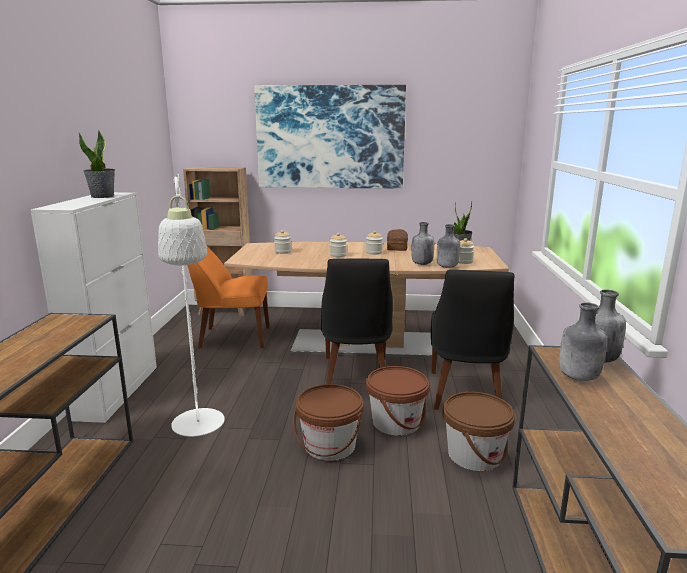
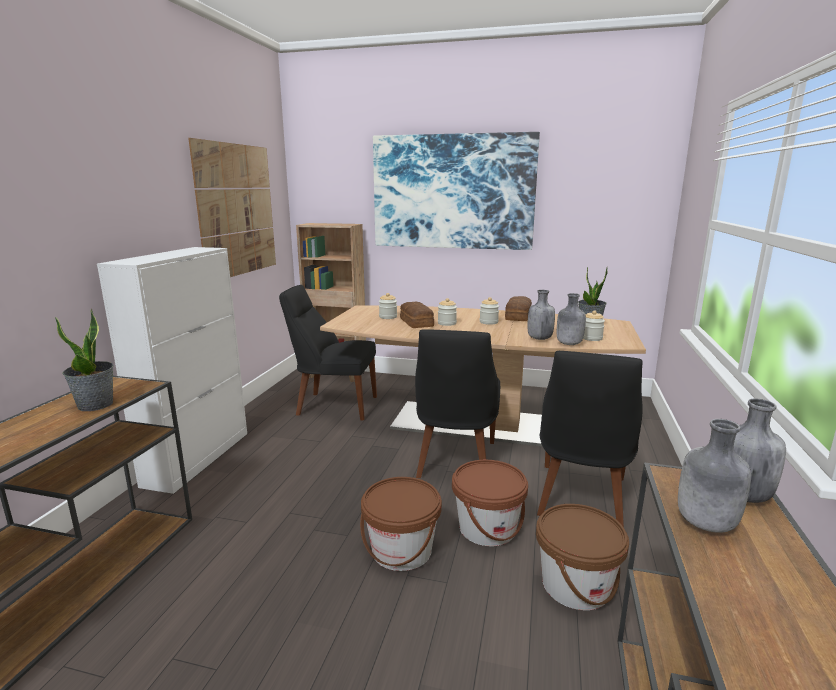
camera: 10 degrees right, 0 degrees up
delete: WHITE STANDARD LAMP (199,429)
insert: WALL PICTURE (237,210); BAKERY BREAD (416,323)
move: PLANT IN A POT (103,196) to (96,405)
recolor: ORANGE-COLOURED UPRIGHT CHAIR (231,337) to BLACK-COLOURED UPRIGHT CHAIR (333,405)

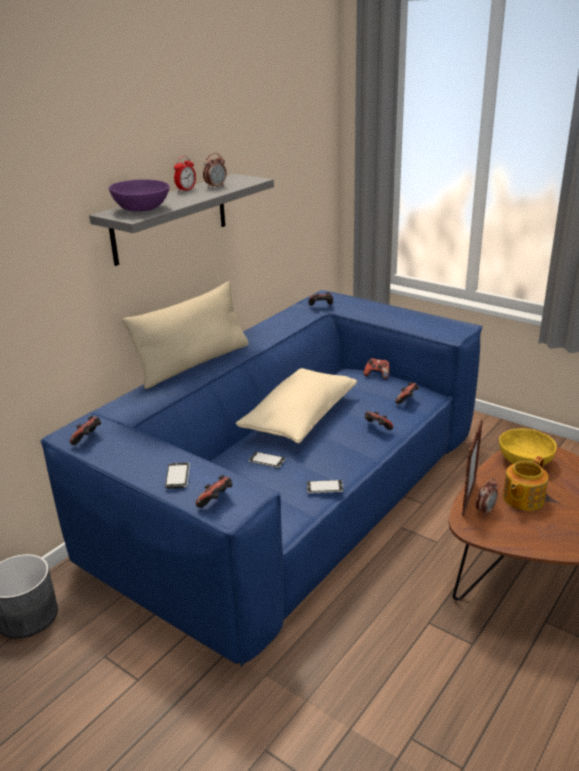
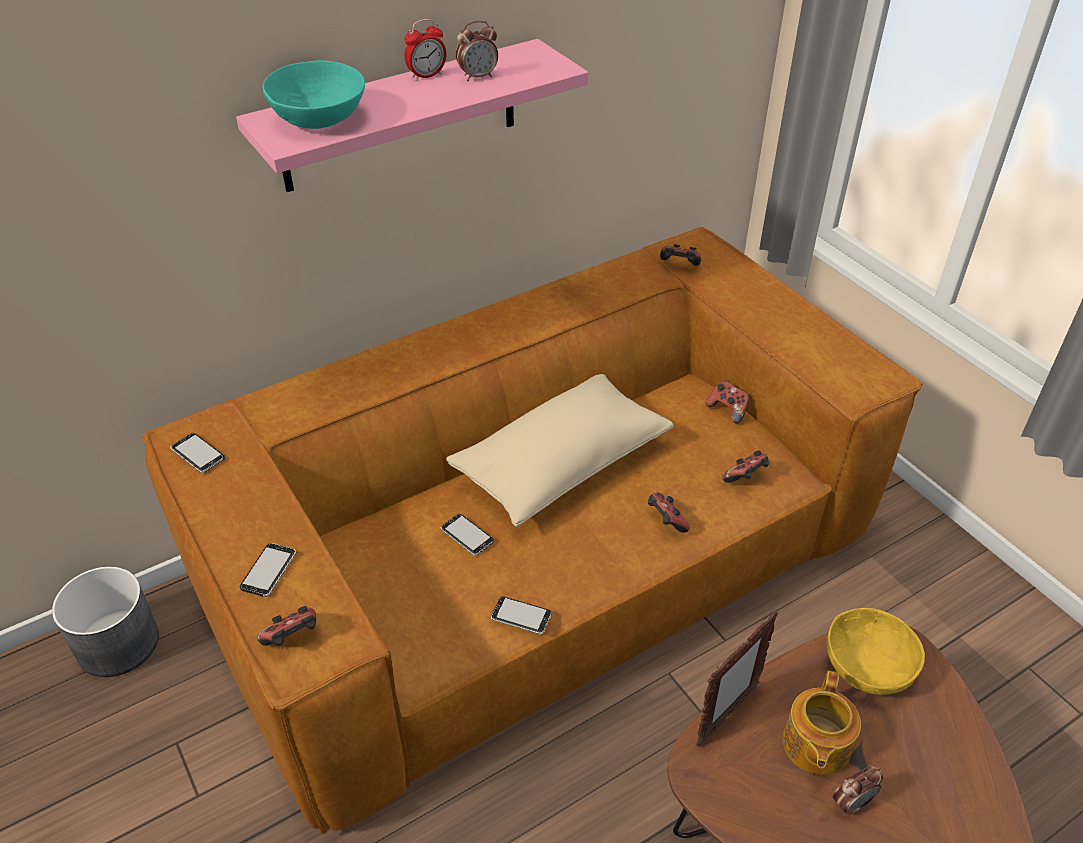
camera: 20 degrees right, 15 degrees up
delete: SAND-COLOURED PILLOW (194,363)
move: ALARM CLOCK (485,510) to (851,803)
replace: GAME CONTROLLER (88,439) to TELEPHONE (198,454)
recolor: BLUE-COLOURED COUCH (293,495) to BROWNISH COUCH (542,560); GRAY SHELF (170,218) to PINK SHELF (400,116); PURPLE-COLOURED BOWL (142,209) to TURQUOISE-COLOURED BOWL (320,119)
rotate: POT FOR TEA (522,499) = (815,745) 45 degrees counterclockwise

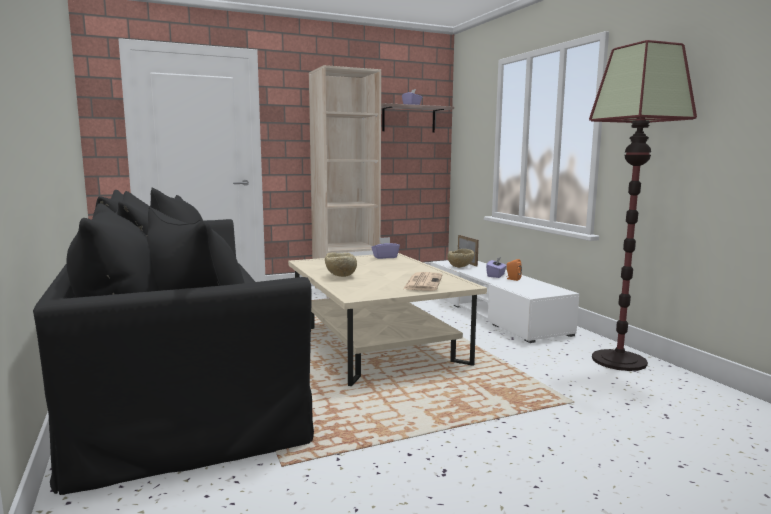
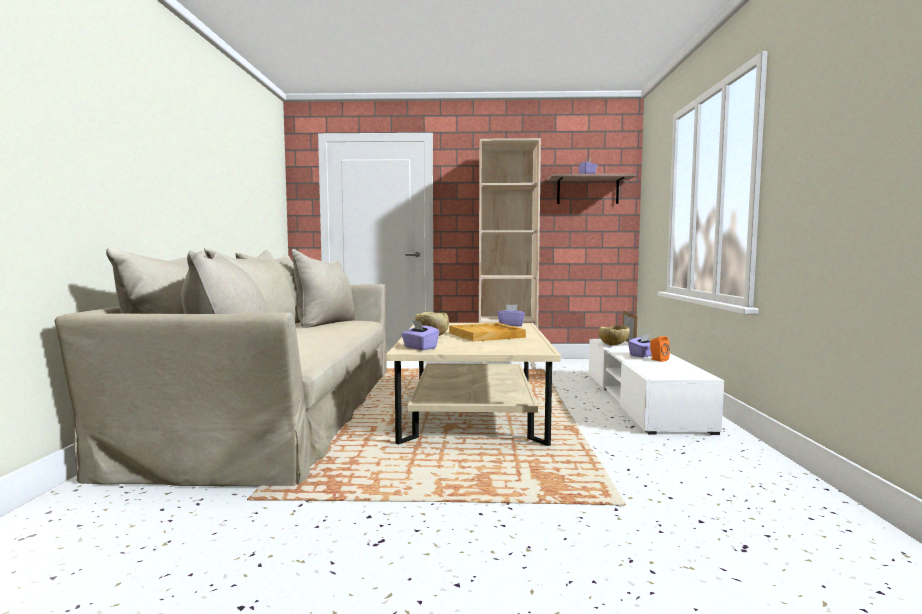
camera: 25 degrees right, 5 degrees down
delete: PRINTED PAPER (423,282); STANDARD LAMP (619,361)
insert: PURPLE-COLOURED TISSUE HOLDER (419,348); SAND-COLOURED TRAY (487,335)
recolor: BLACK-COLOURED COUCH (181,370) to SAND-COLOURED COUCH (282,409)

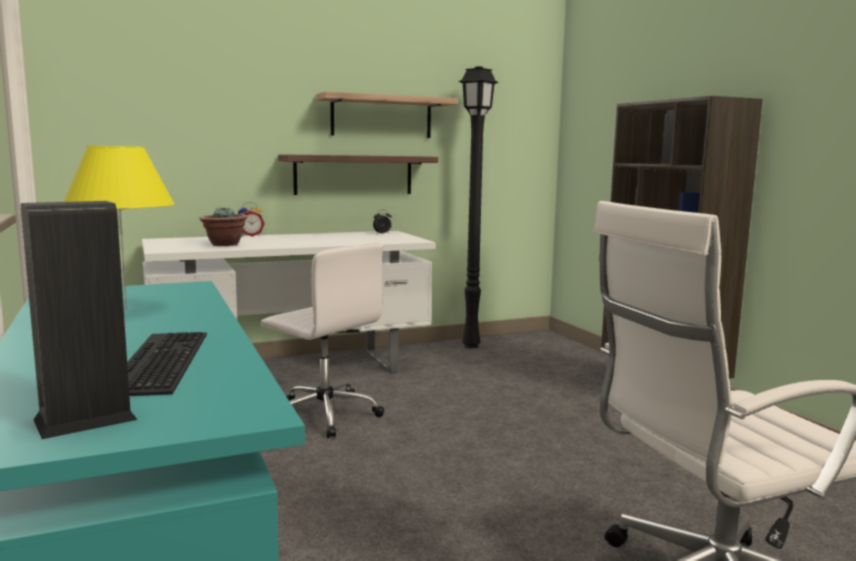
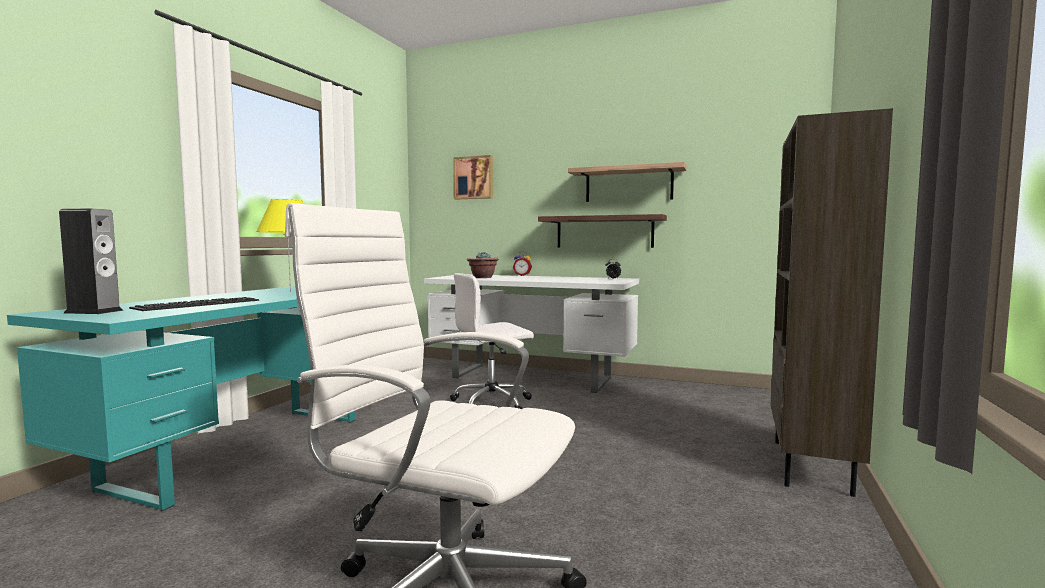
camera: 45 degrees right, 5 degrees down
delete: BLACK-COLOURED STANDARD LAMP (470,345)
insert: WALL PICTURE (474,178)
rotate: WHITE COMPUTER CHAIR (323,415) = (493,403) 75 degrees clockwise

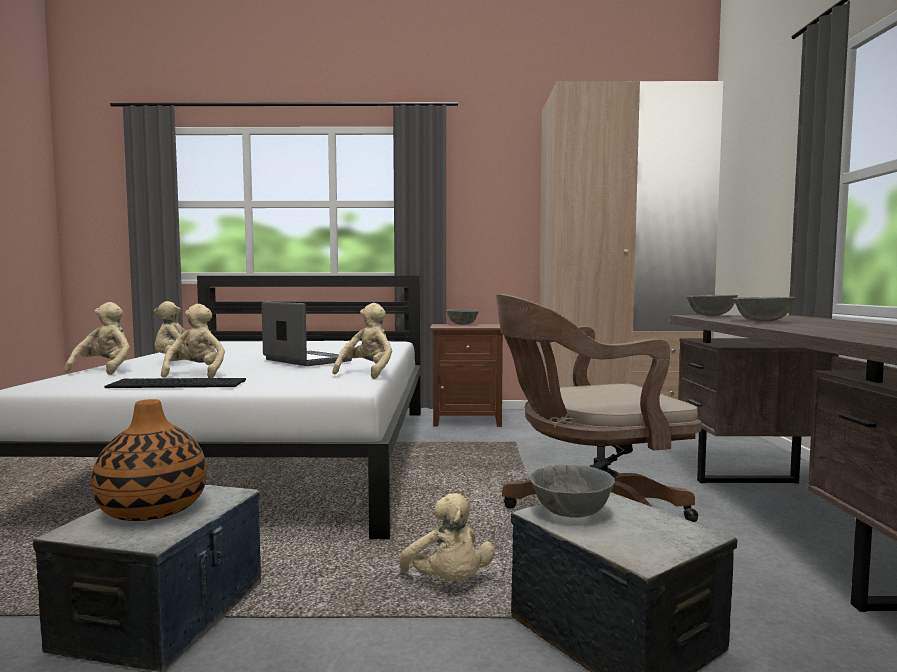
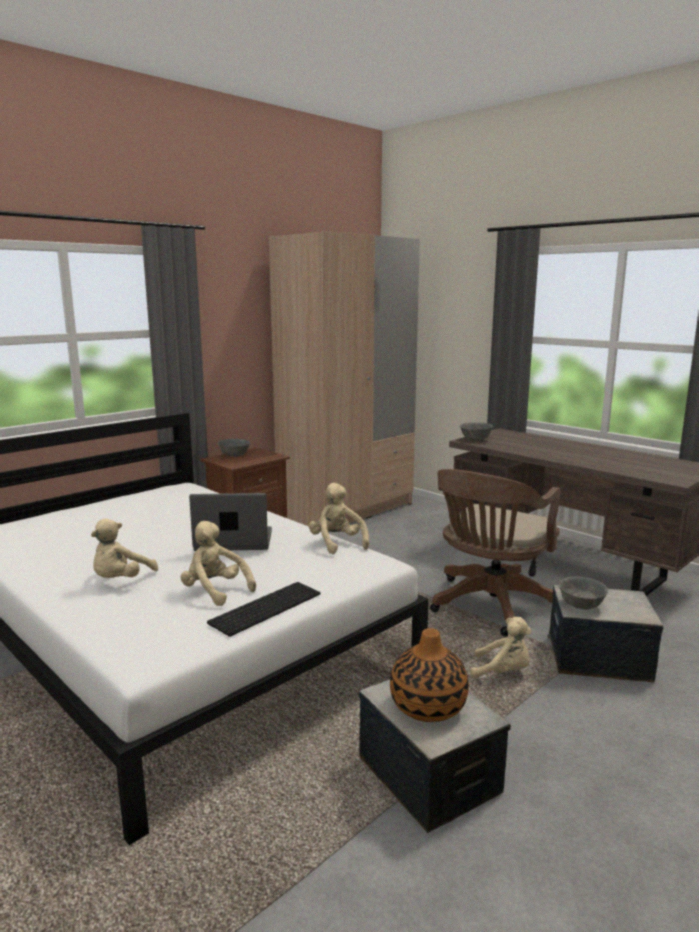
camera: 45 degrees left, 10 degrees up
delete: SAND-COLOURED CUDDLY TOY (105,370); GRAY BOWL (762,321)

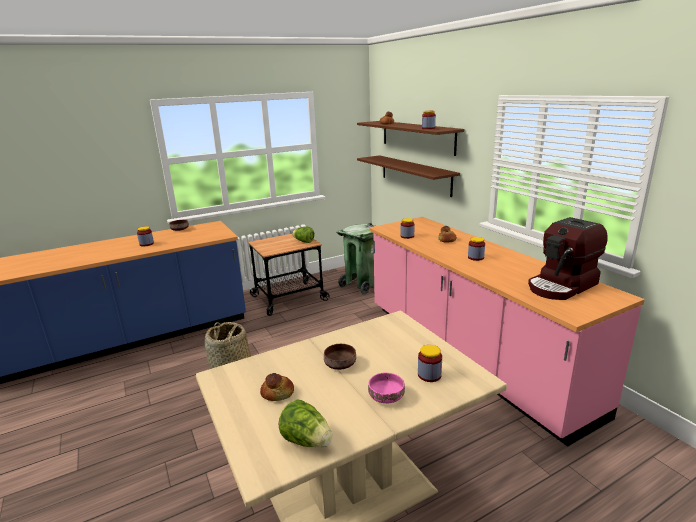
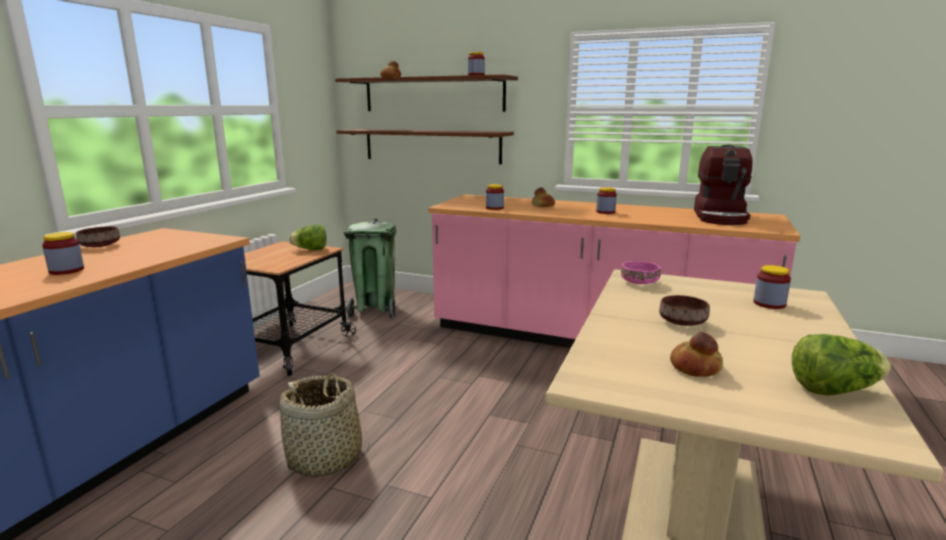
camera: 40 degrees left, 5 degrees down
move: PINK BOWL (386,396) to (639,282)

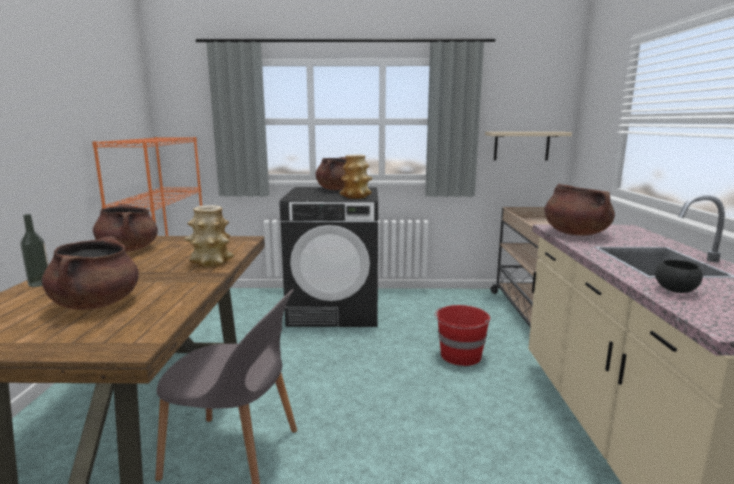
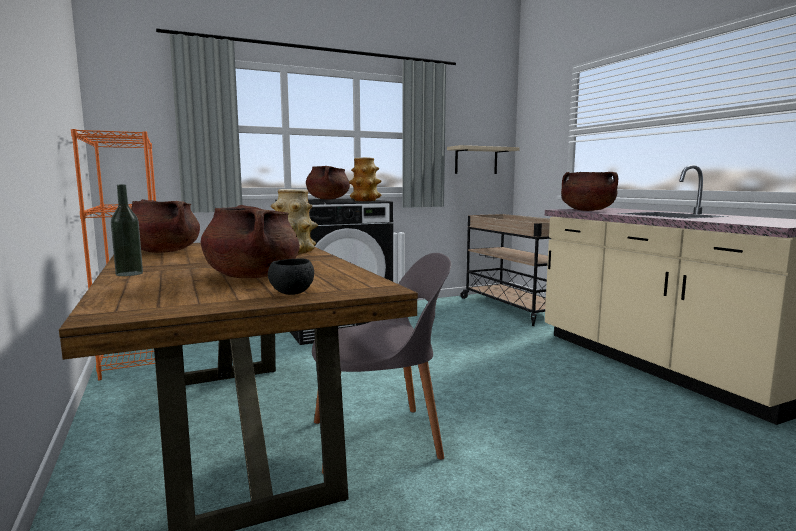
camera: 25 degrees left, 5 degrees down
delete: REDDISH BUCKET (460,356)
move: BLACK-COLOURED BOWL (675,290) to (291,293)

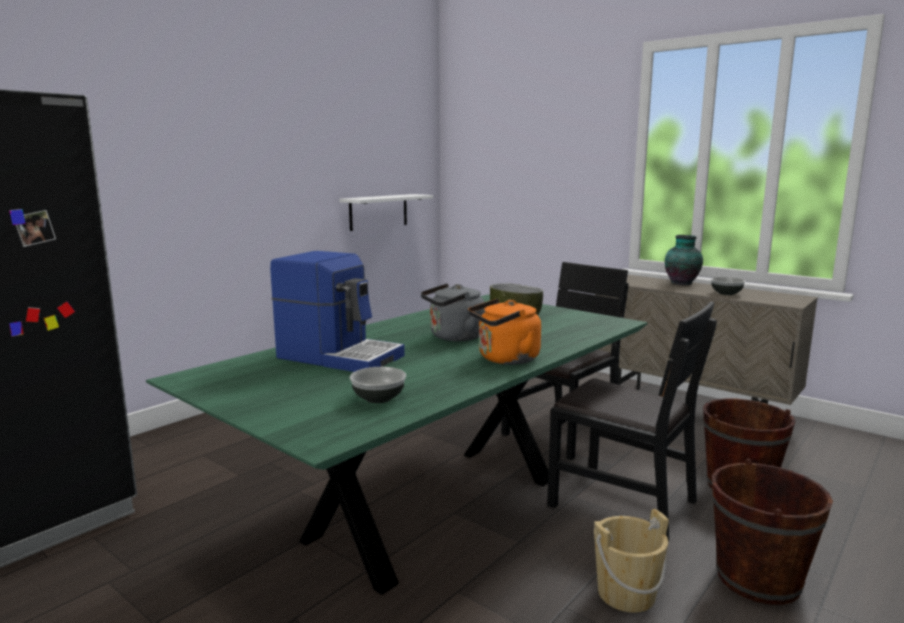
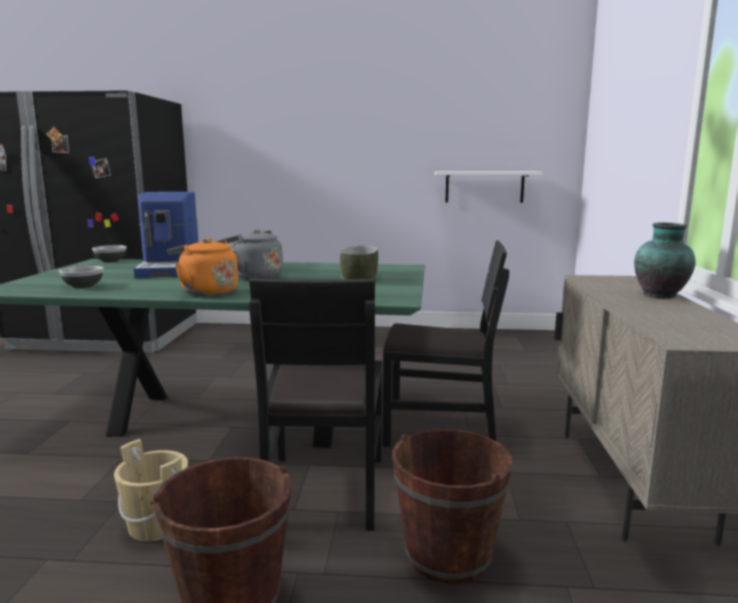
camera: 55 degrees right, 0 degrees up
move: BOWL (727,293) to (110,261)

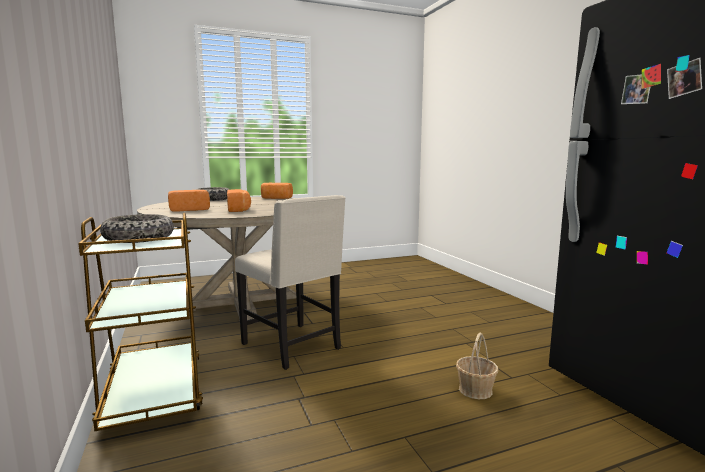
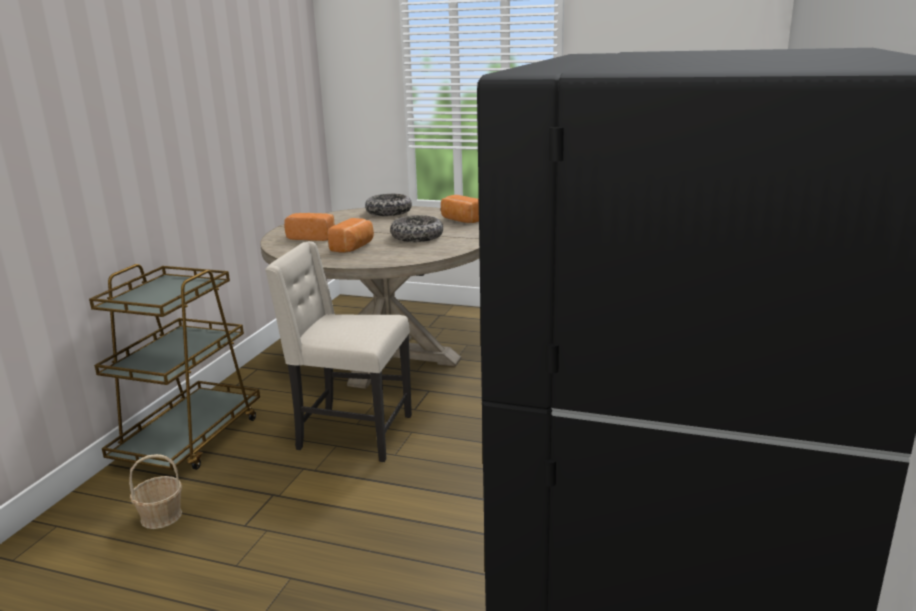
camera: 40 degrees right, 10 degrees up
move: BOWL (139,238) to (417,237); STORAGE BASKET (475,390) to (161,516)
rotate: SAND-COLOURED UPRIGHT CHAIR (293,346) = (352,434) 105 degrees clockwise

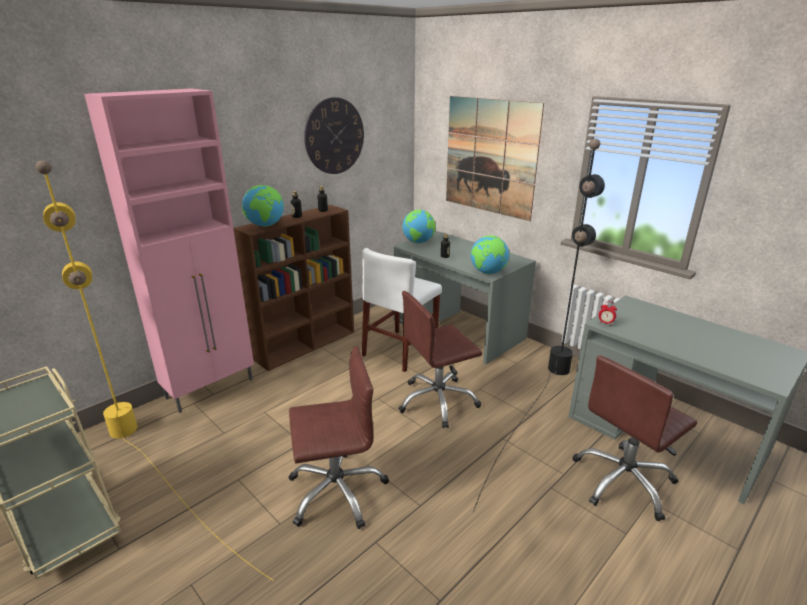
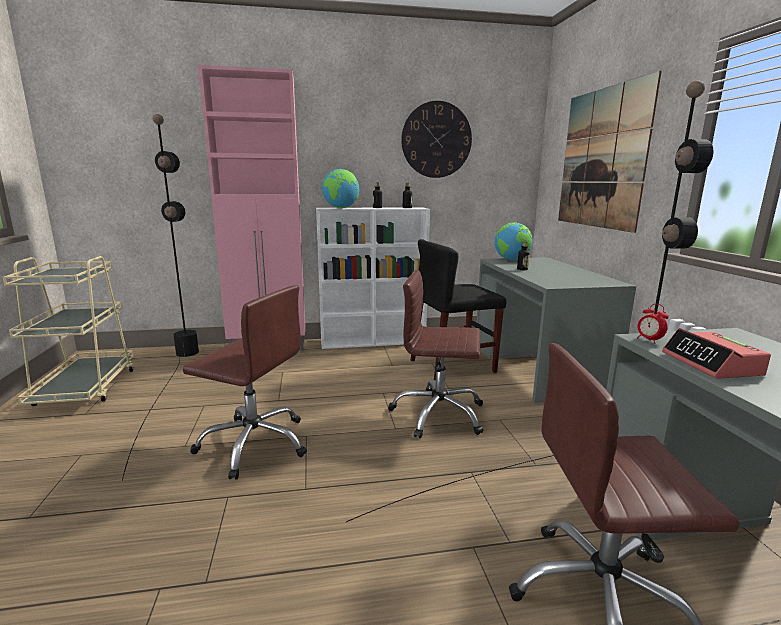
camera: 35 degrees right, 10 degrees down
delete: DESK GLOBE (488,272)
insert: ALARM CLOCK (711,364)
recolor: YELLOWISH STANDARD LAMP (154,464) to BLACK-COLOURED STANDARD LAMP (173,376); BROWNISH BOOKCASE (306,345) to WHITE BOOKCASE (374,341); WHITE UPRIGHT CHAIR (400,350) to BLACK-COLOURED UPRIGHT CHAIR (452,366)

